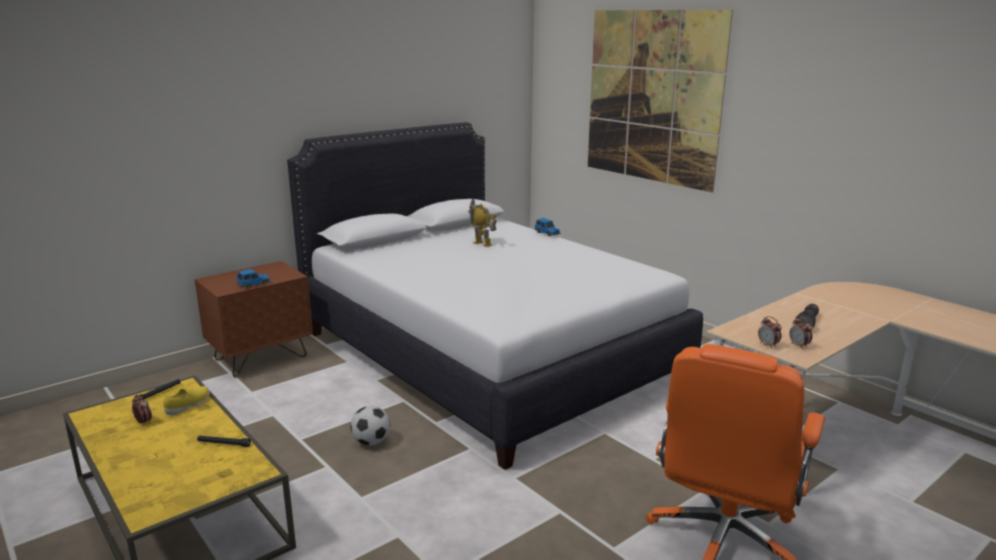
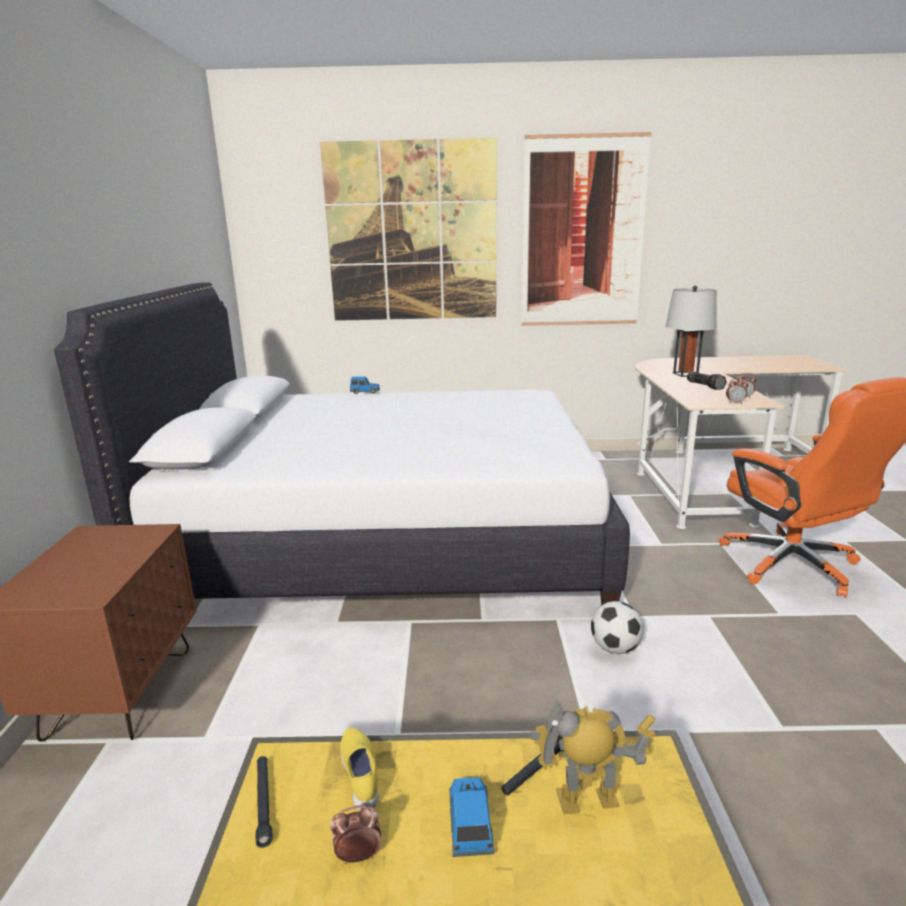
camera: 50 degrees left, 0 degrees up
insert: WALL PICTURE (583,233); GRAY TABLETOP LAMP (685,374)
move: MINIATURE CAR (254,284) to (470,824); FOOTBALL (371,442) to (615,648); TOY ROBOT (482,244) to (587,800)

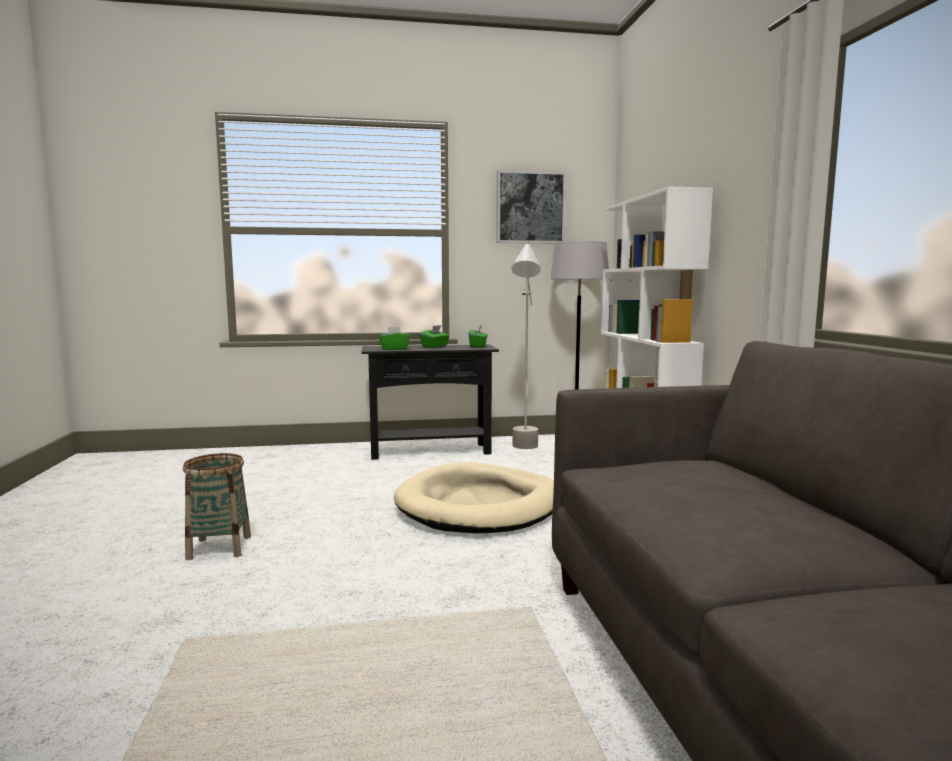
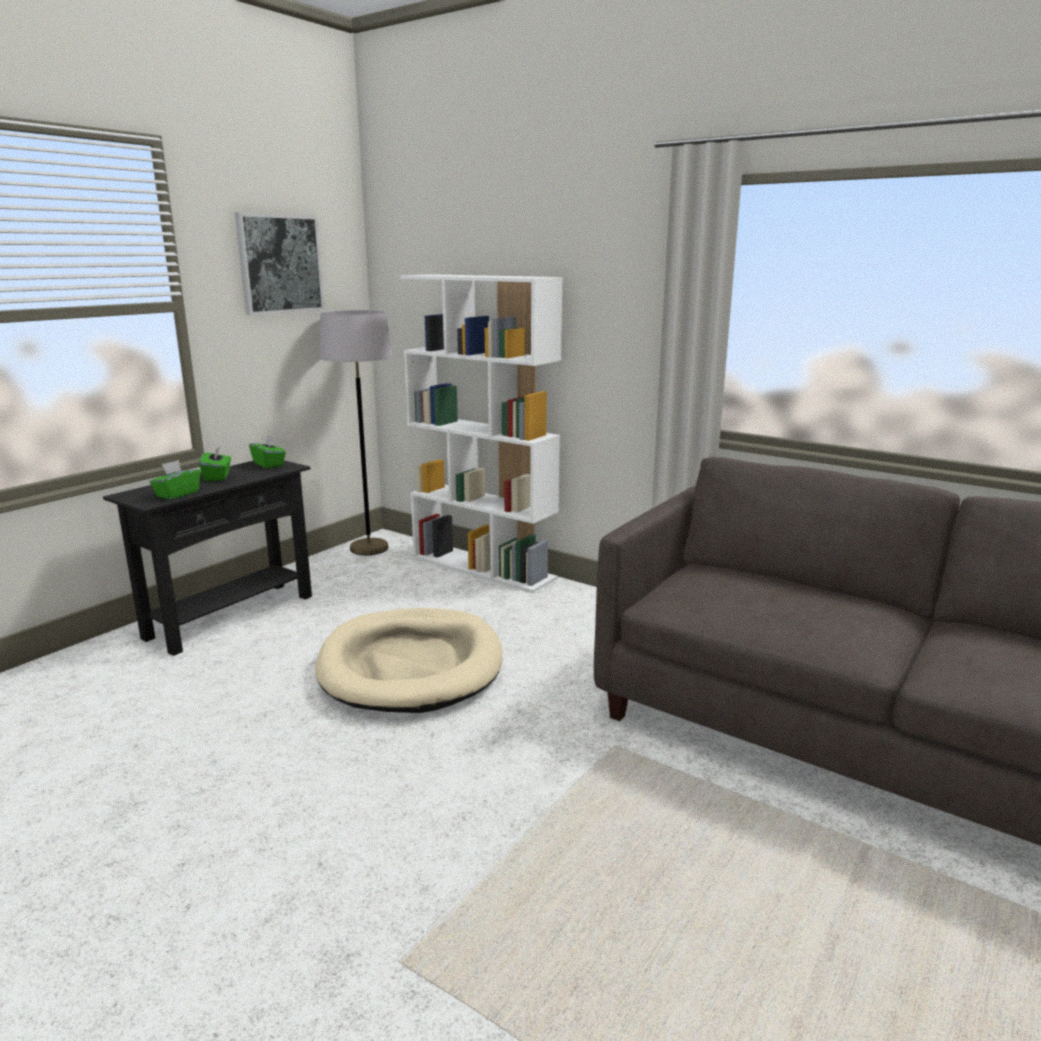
camera: 45 degrees left, 10 degrees up
delete: STORAGE BASKET (219,547); GRAY STANDARD LAMP (524,451)

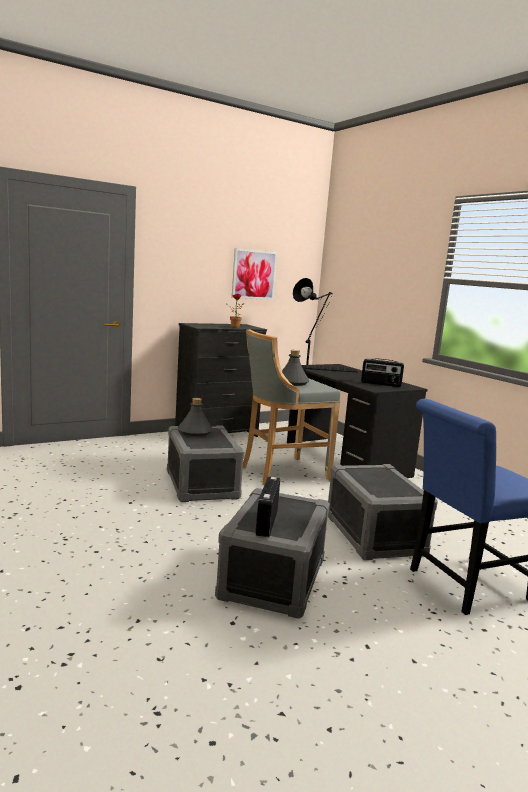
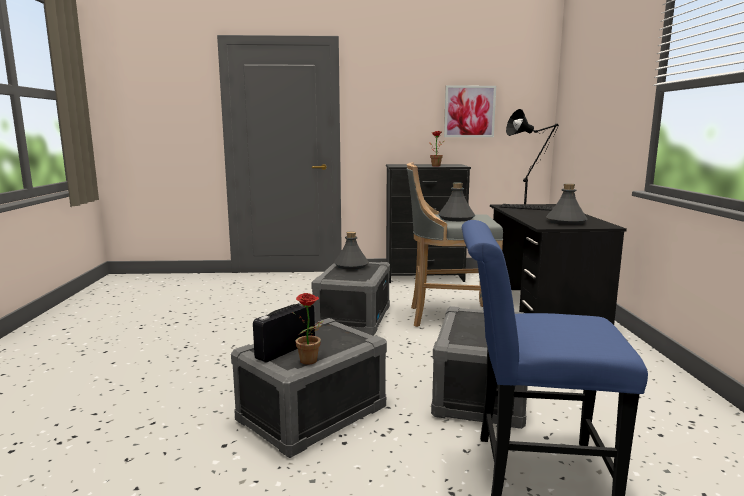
camera: 30 degrees right, 0 degrees up
insert: PLANT IN A POT (311,362)
replace: RADIO (381,384) to GRAY DRINK BOTTLE (566,222)

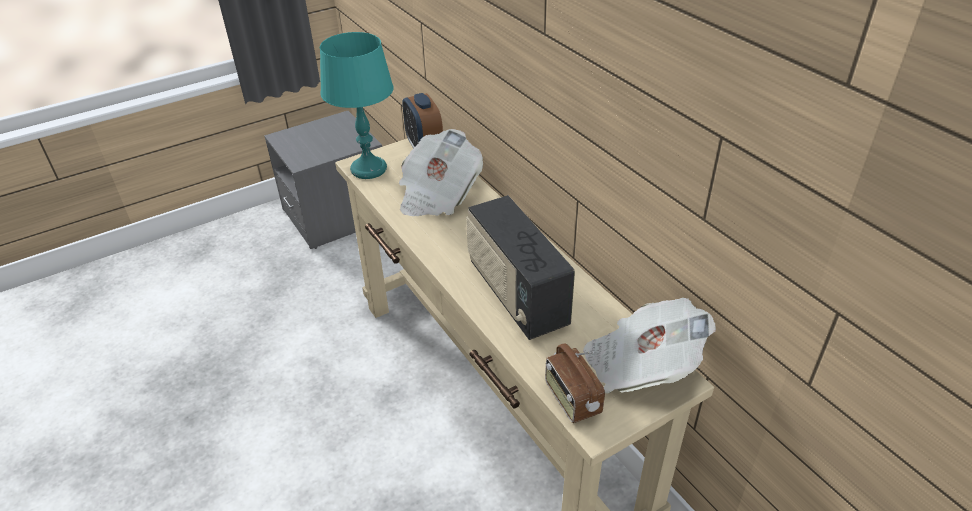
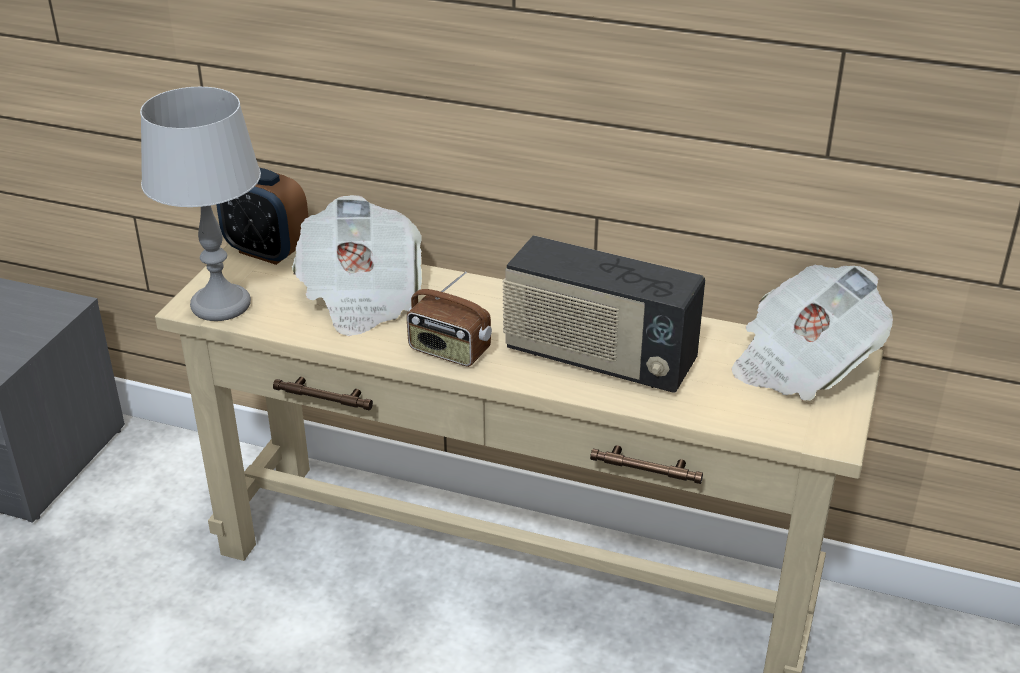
camera: 40 degrees left, 5 degrees down
move: RADIO (571,399) to (448,351)
recolor: TURQUOISE-COLOURED TABLETOP LAMP (368,169) to GRAY TABLETOP LAMP (220,305)

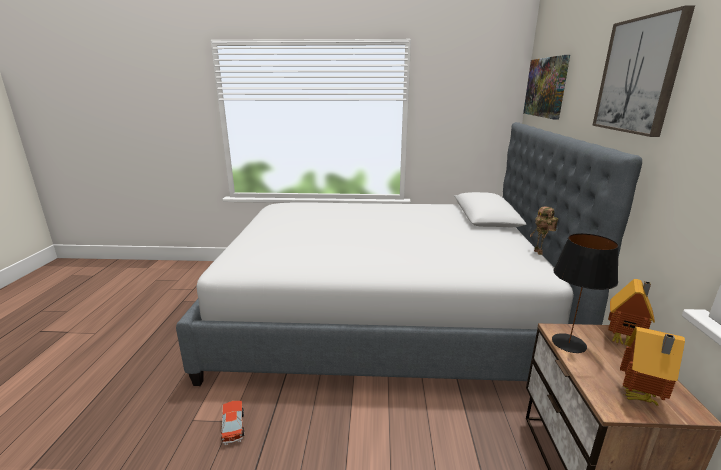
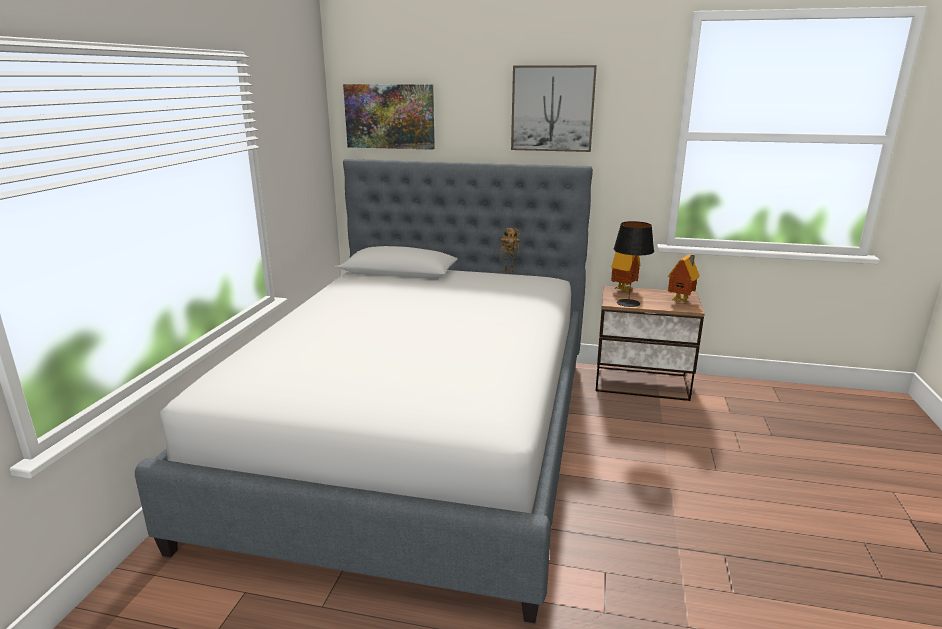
camera: 80 degrees left, 0 degrees up
delete: MINIATURE CAR (233,426)

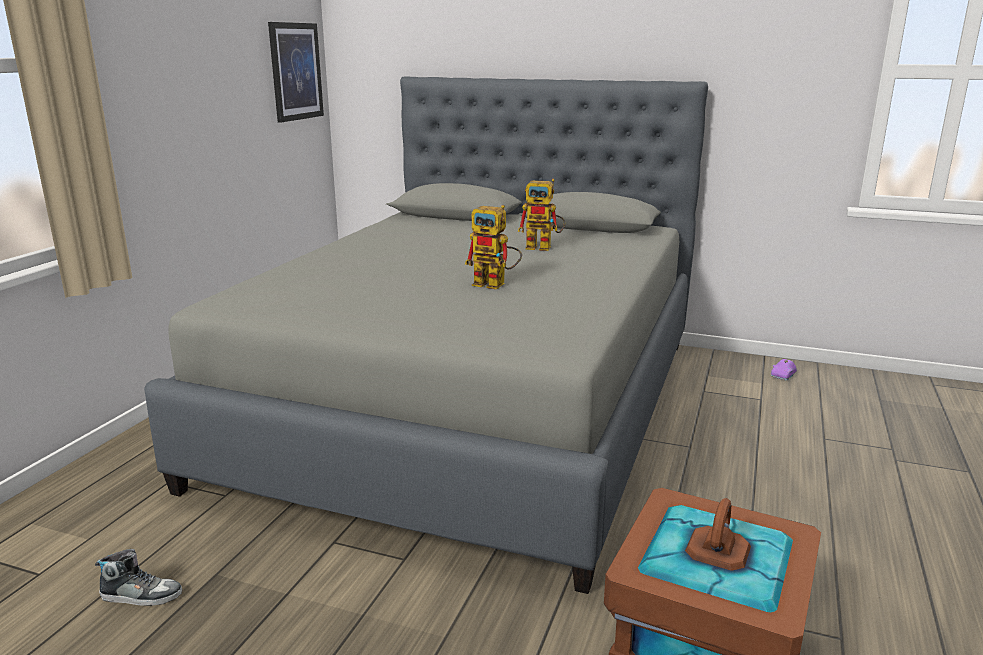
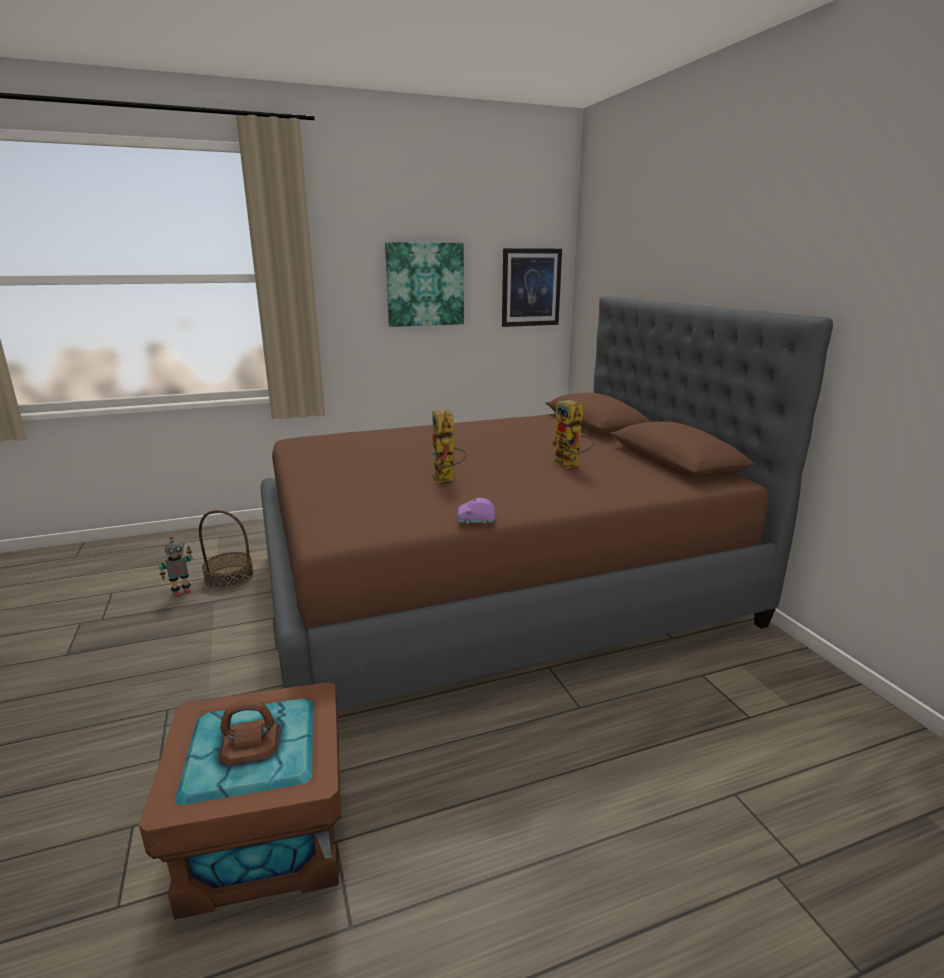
camera: 50 degrees right, 0 degrees up
insert: STORAGE BASKET (229,577); WALL PICTURE (425,284)
move: PURPLE-COLOURED MINIATURE CAR (783,376) to (476,520)
replace: SHOE (141,595) to TOY ROBOT (181,592)
recolor: GRAY SLEEPING BED (474,406) to BROWNISH SLEEPING BED (494,585)

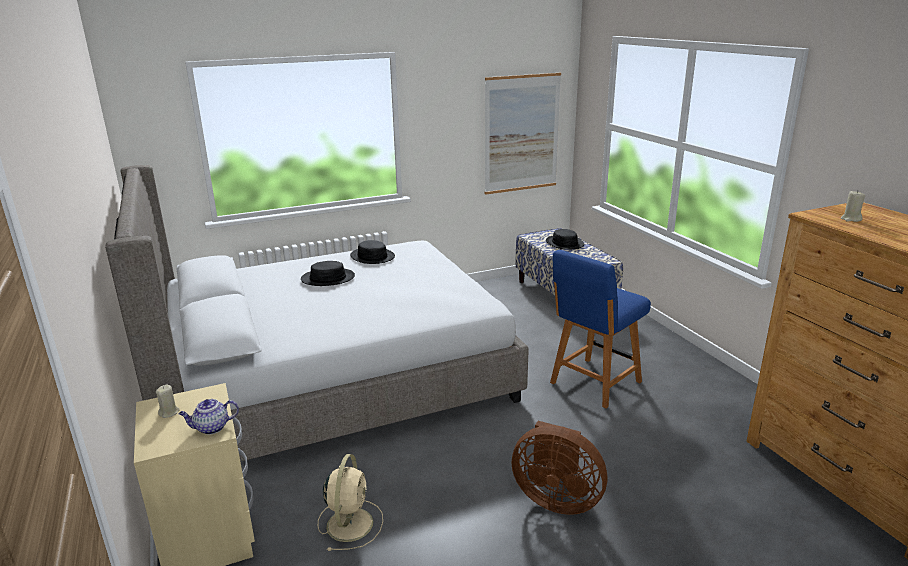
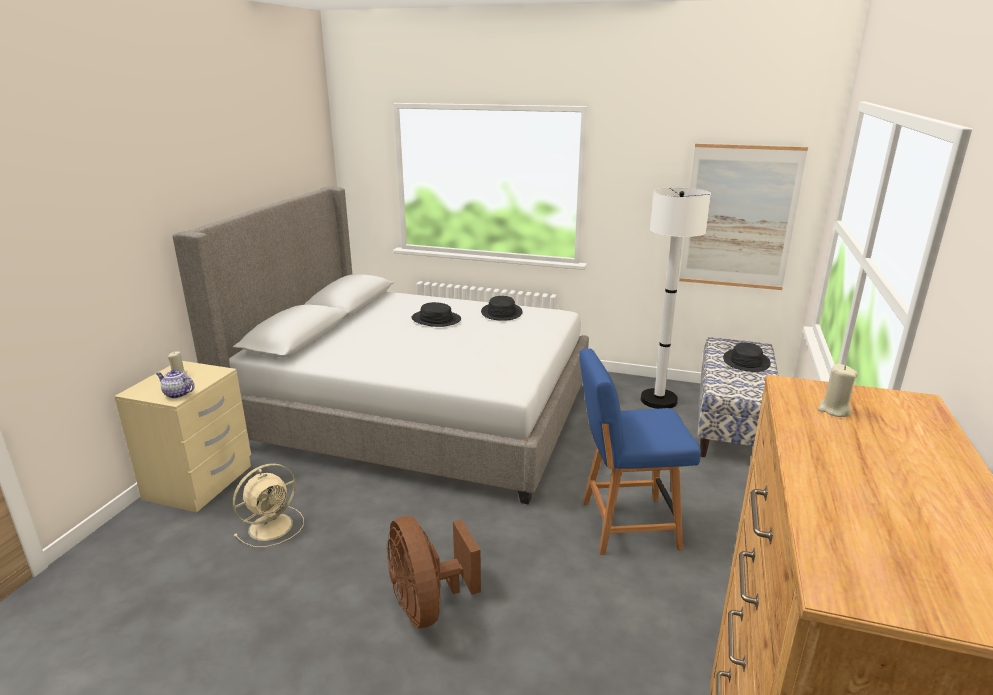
camera: 40 degrees right, 0 degrees up
insert: WHITE STANDARD LAMP (658,400)

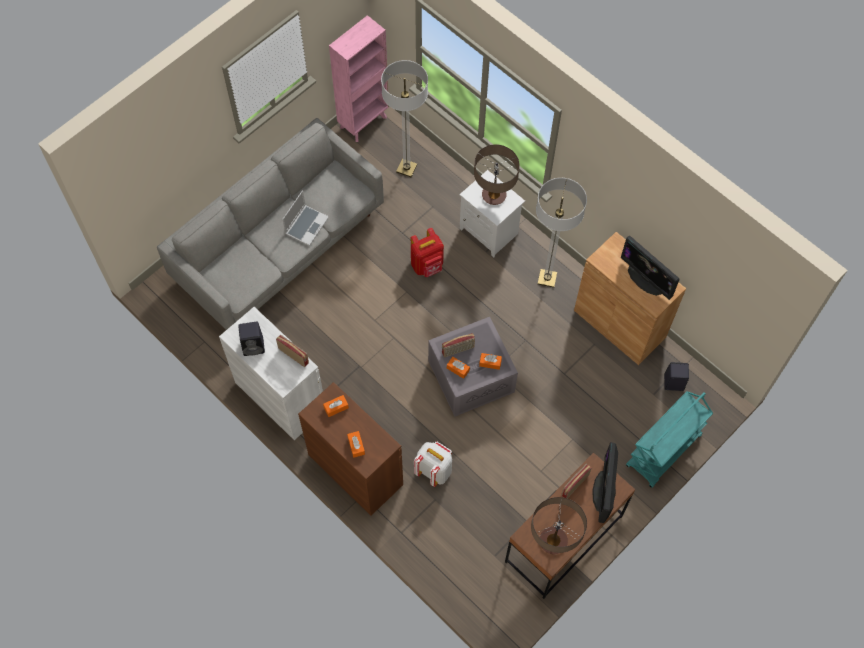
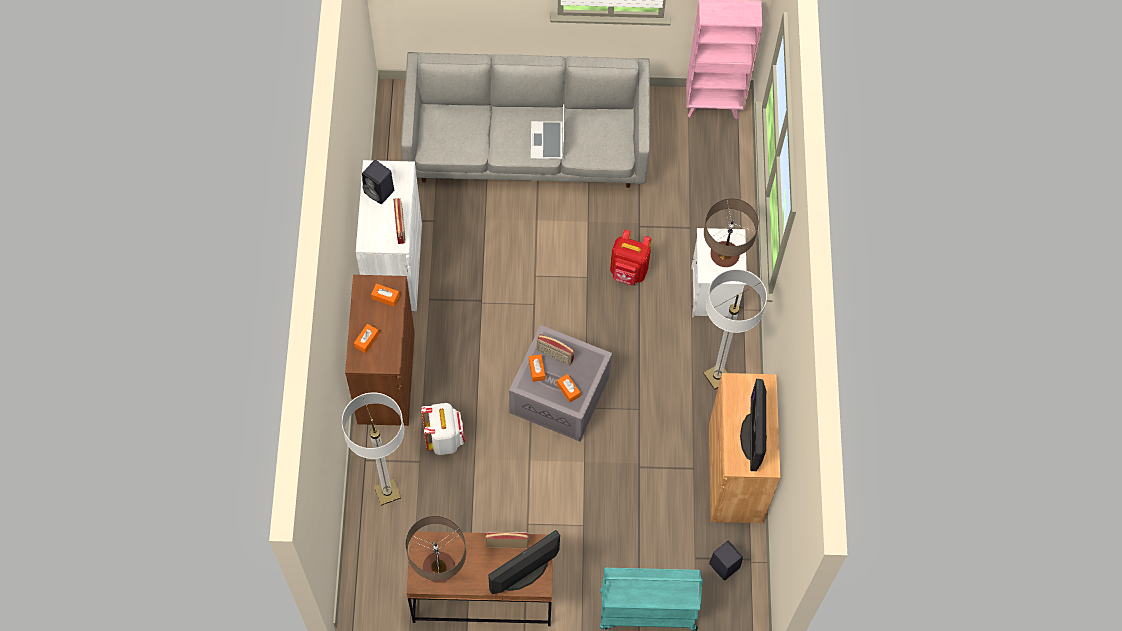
camera: 45 degrees right, 0 degrees up
move: STANDARD LAMP (406,168) to (387,492)
rotate: LAPTOP (306,225) = (548,142) 105 degrees clockwise

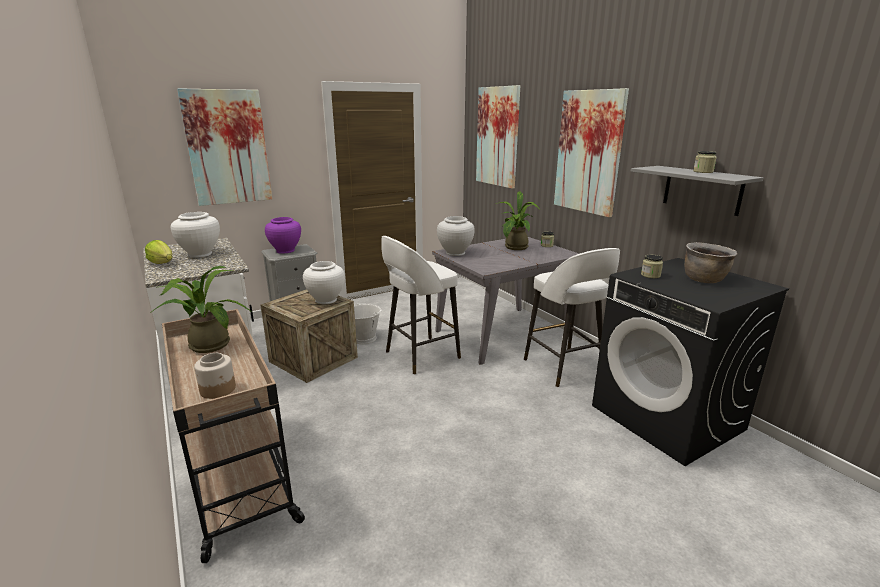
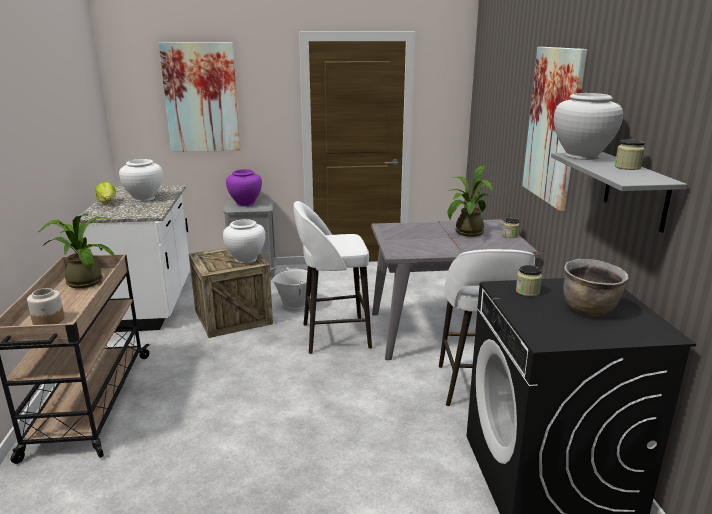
camera: 25 degrees right, 0 degrees up
delete: WALL PICTURE (497,137)
move: WHITE DECORATIVE VASE (455,253) to (581,156)

